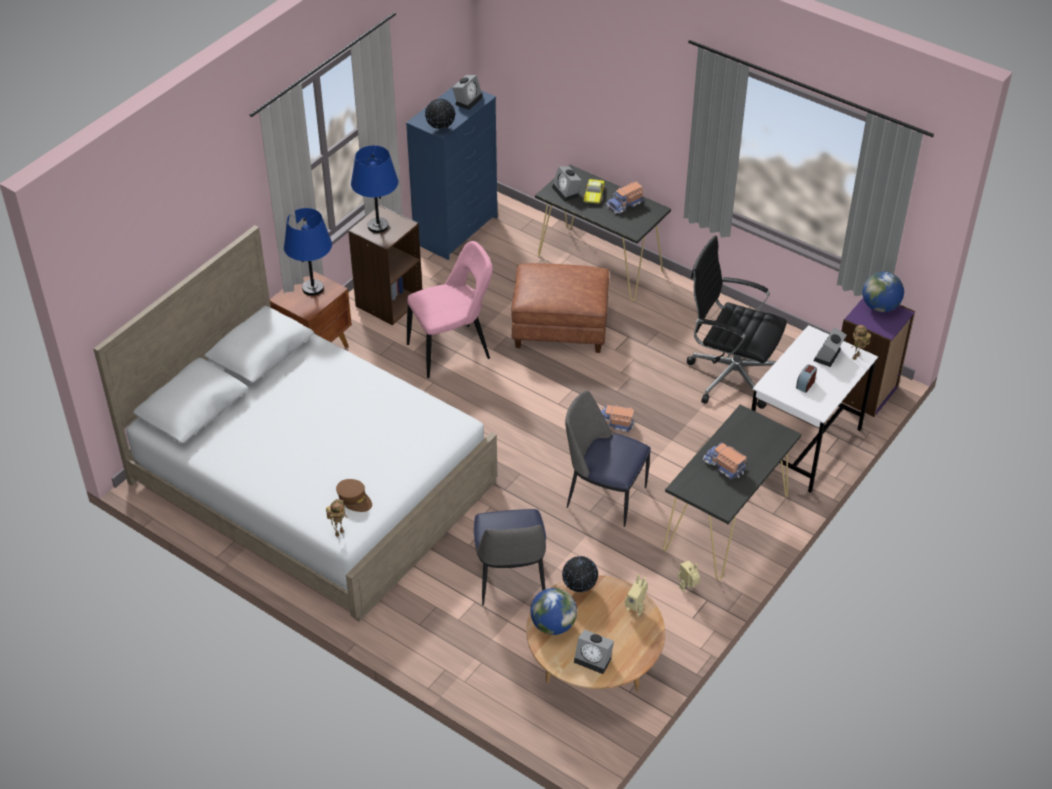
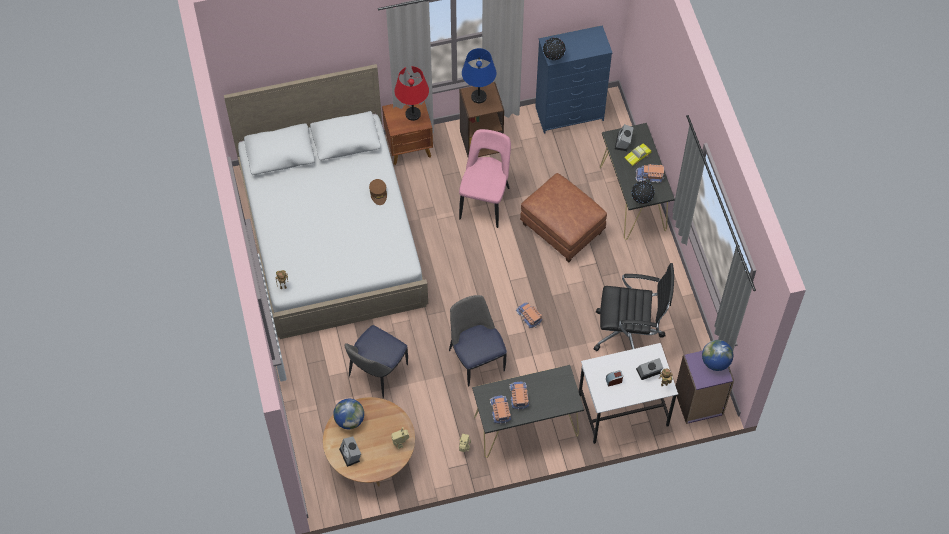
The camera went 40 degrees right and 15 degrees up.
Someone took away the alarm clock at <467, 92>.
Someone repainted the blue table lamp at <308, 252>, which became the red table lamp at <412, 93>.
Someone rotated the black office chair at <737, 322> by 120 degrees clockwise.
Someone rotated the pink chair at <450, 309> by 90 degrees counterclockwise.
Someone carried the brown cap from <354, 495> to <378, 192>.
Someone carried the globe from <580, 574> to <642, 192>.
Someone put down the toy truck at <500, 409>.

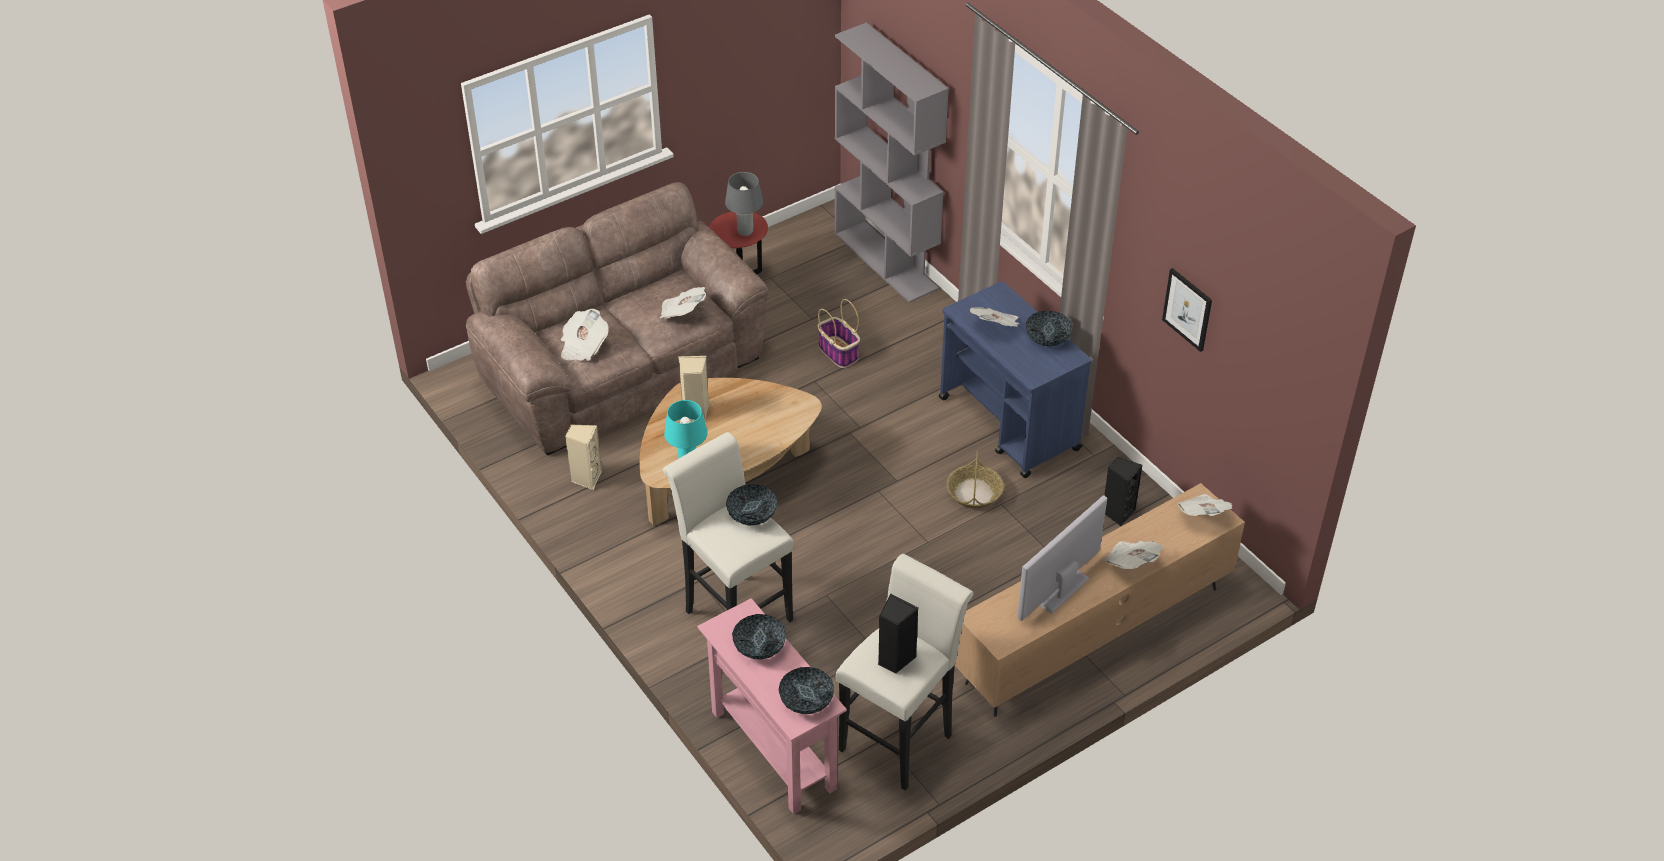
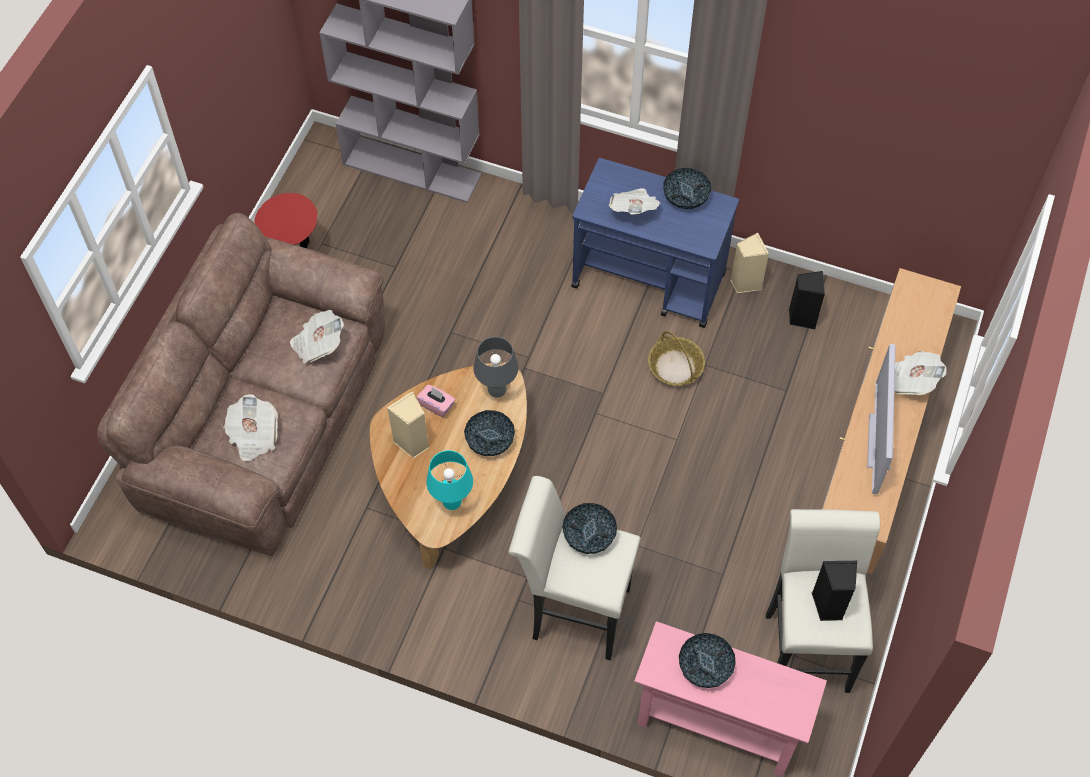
The camera went 35 degrees left and 15 degrees up.
Someone carried the grey table lamp from <744, 204> to <496, 367>.
Someone took away the picture at <1187, 310>.
Someone took away the basket at <838, 333>.
Someone carried the beige speaker from <583, 457> to <749, 263>.
Someone took away the newspaper at <1204, 505>.
Someone carried the bowl from <806, 690> to <489, 433>.
Someone put down the pink tissue box at <436, 401>.

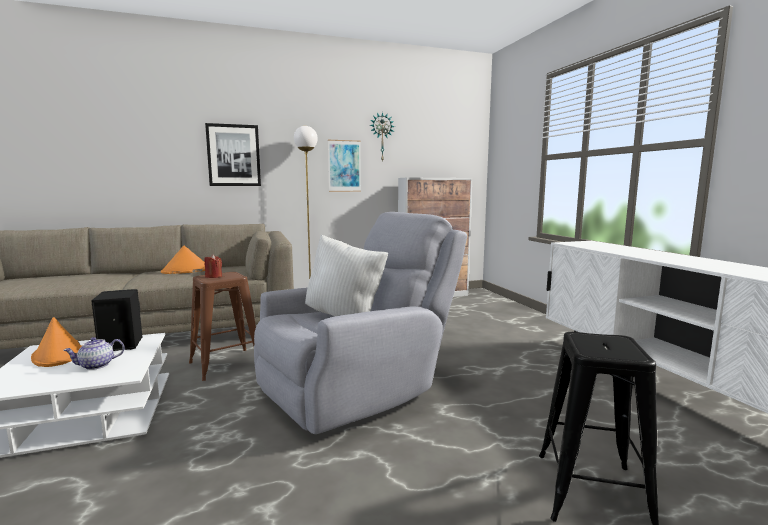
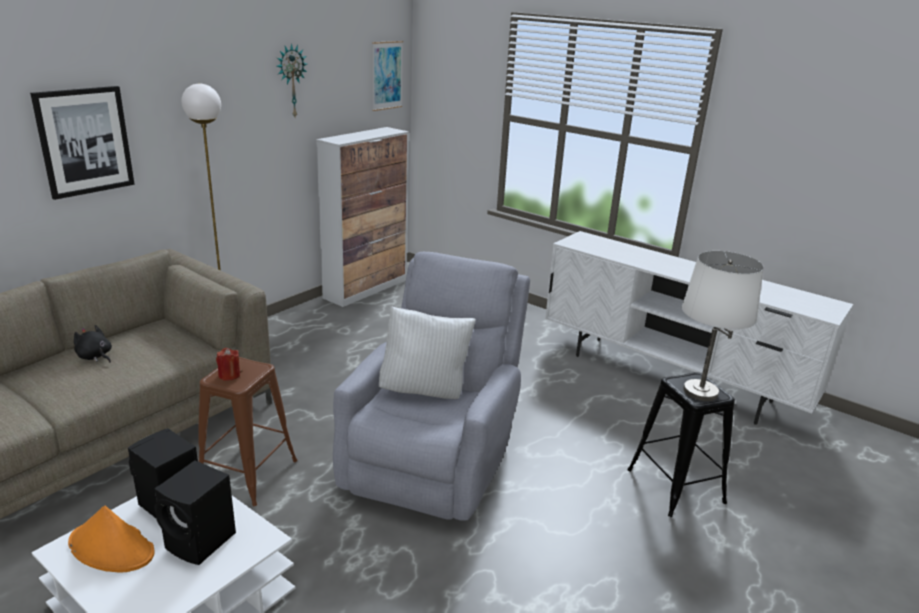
The camera went 35 degrees left and 15 degrees up.
Someone carried the picture from <344, 166> to <387, 76>.
Someone swapped the orange hat at <183, 259> for the black plush toy at <93, 344>.
Someone swapped the teapot at <94, 353> for the black speaker at <195, 512>.
Someone put down the white table lamp at <723, 326>.

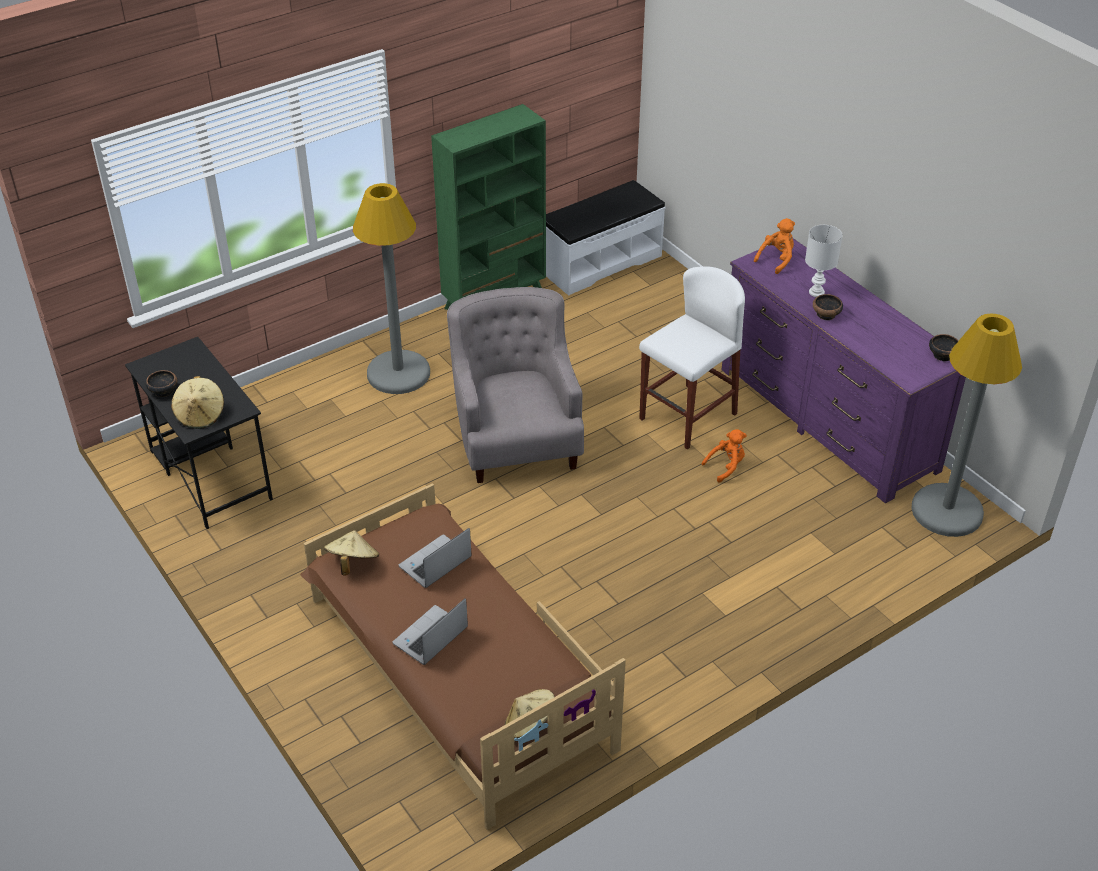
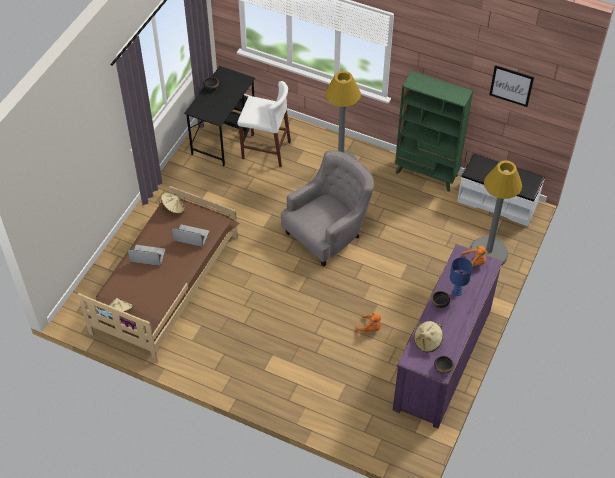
The camera went 60 degrees right and 10 degrees up.
Someone repainted the white table lamp at <824, 261>, which became the blue table lamp at <461, 277>.
Someone carried the white stool from <692, 357> to <264, 124>.
Someone carried the grey floor lamp from <966, 425> to <496, 212>.
Someone carried the beige hat from <197, 402> to <428, 337>.
Someone put up the picture at <511, 86>.

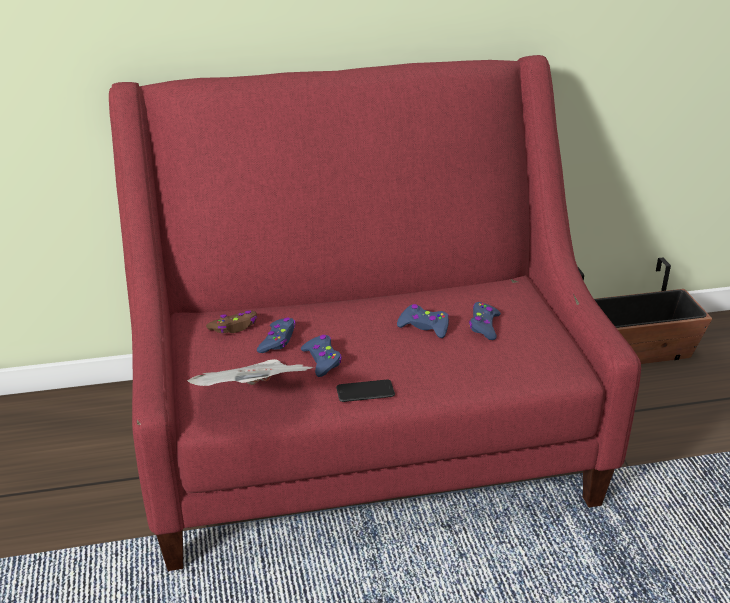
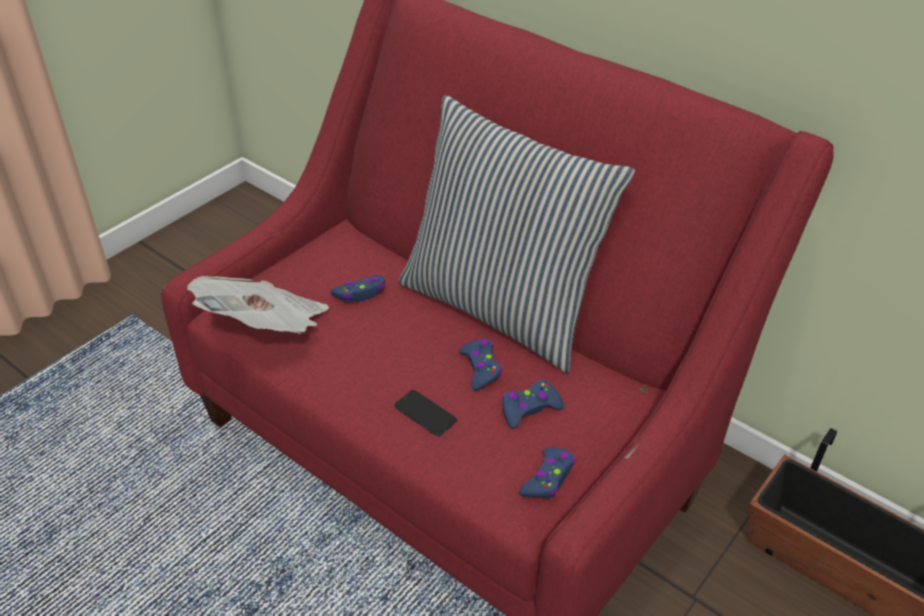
The camera went 50 degrees right and 10 degrees up.
Someone took away the brown game controller at <231, 321>.
Someone carried the blue game controller from <321, 356> to <547, 472>.
Someone carried the phone from <365, 390> to <425, 413>.
Someone put down the pillow at <517, 234>.

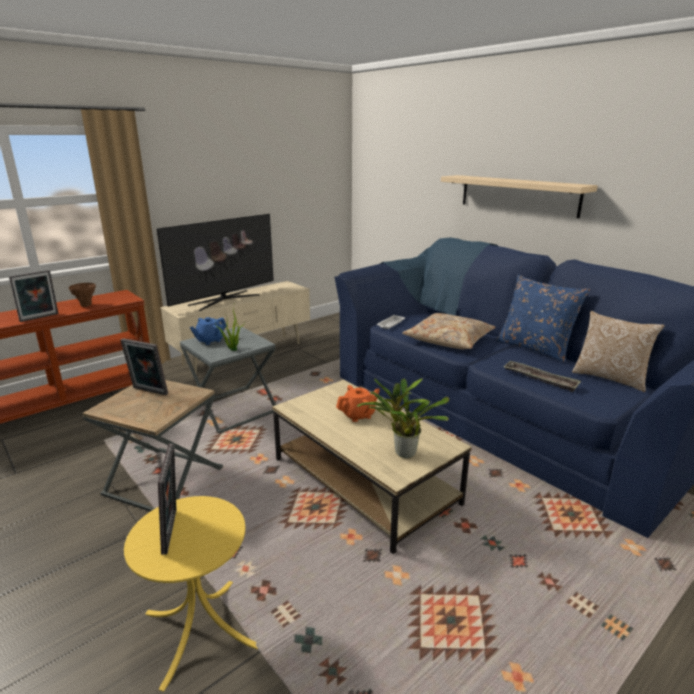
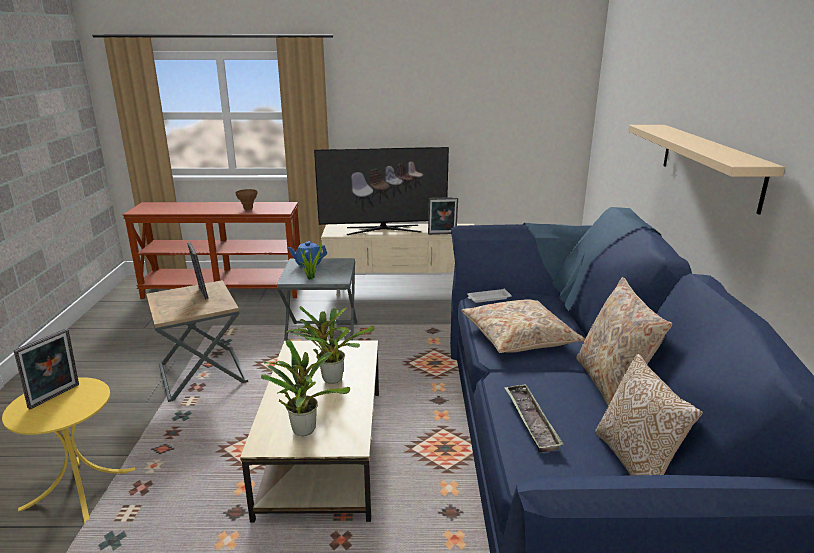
The camera went 40 degrees right and 0 degrees up.
Someone carried the picture frame from <33, 296> to <443, 216>.
Someone repainted the blue pillow at <543, 318>, which became the beige pillow at <624, 341>.
Someone swapped the orange teapot at <358, 403> for the potted plant at <330, 345>.

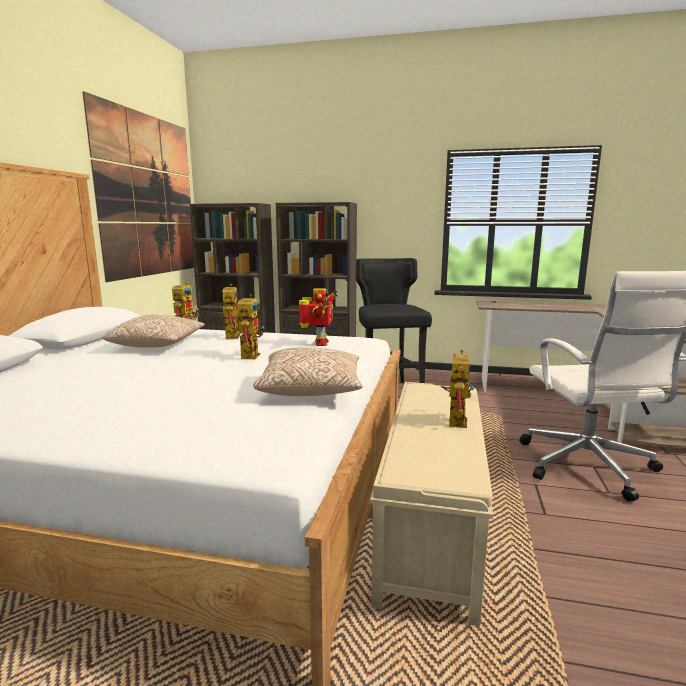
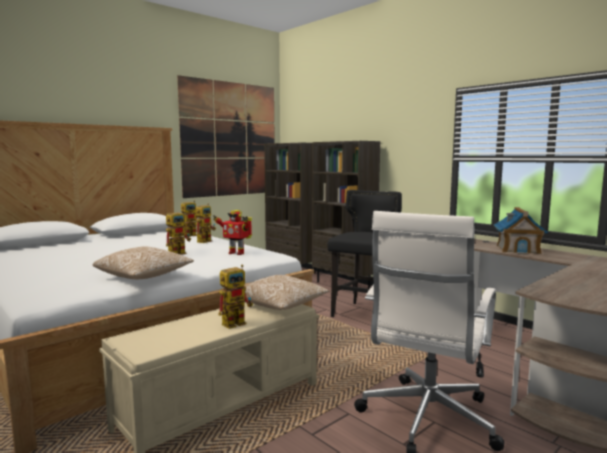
The camera went 35 degrees right and 5 degrees down.
Someone rotated the toy robot at <318, 317> by 75 degrees clockwise.
Someone carried the pillow from <153, 331> to <287, 292>.
Someone put down the toy house at <521, 231>.

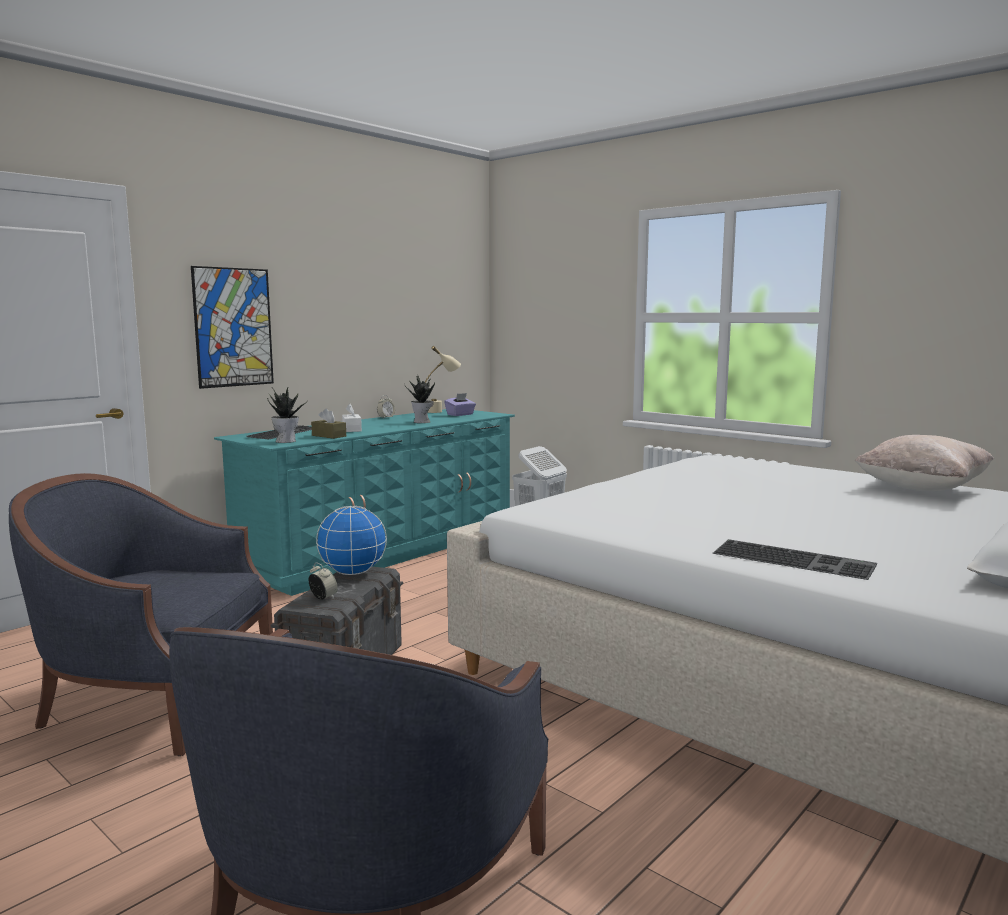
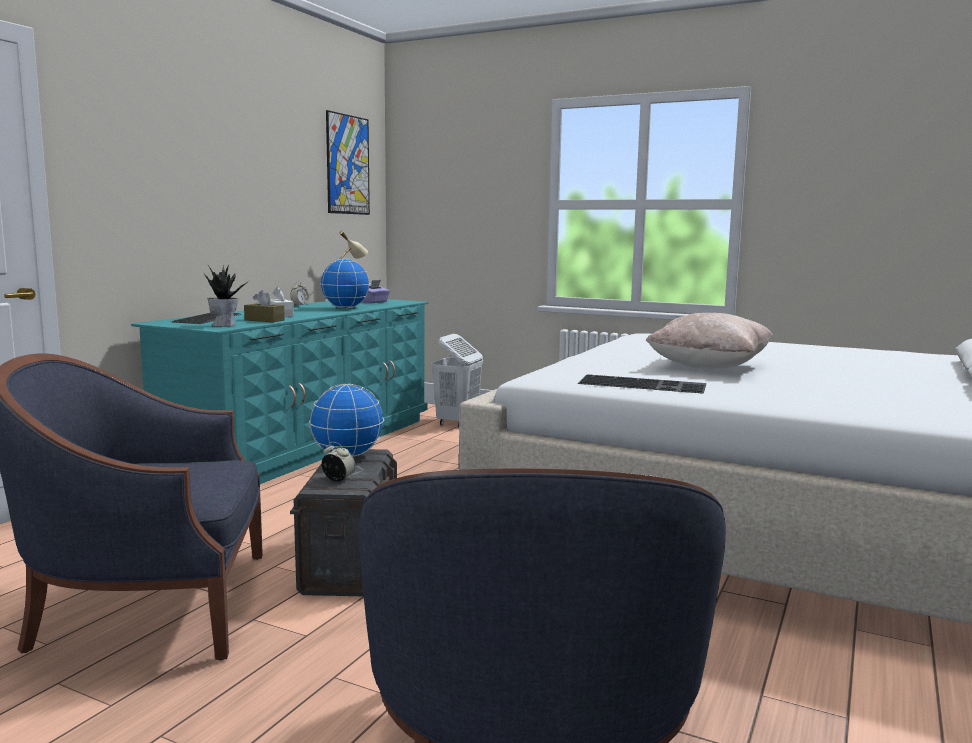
The camera went 15 degrees left and 0 degrees up.
Someone carried the picture from <232, 327> to <348, 162>.
Someone swapped the potted plant at <420, 399> for the globe at <345, 284>.
Someone carried the beige pillow from <924, 463> to <709, 341>.
Someone carried the keyboard from <795, 559> to <642, 384>.

